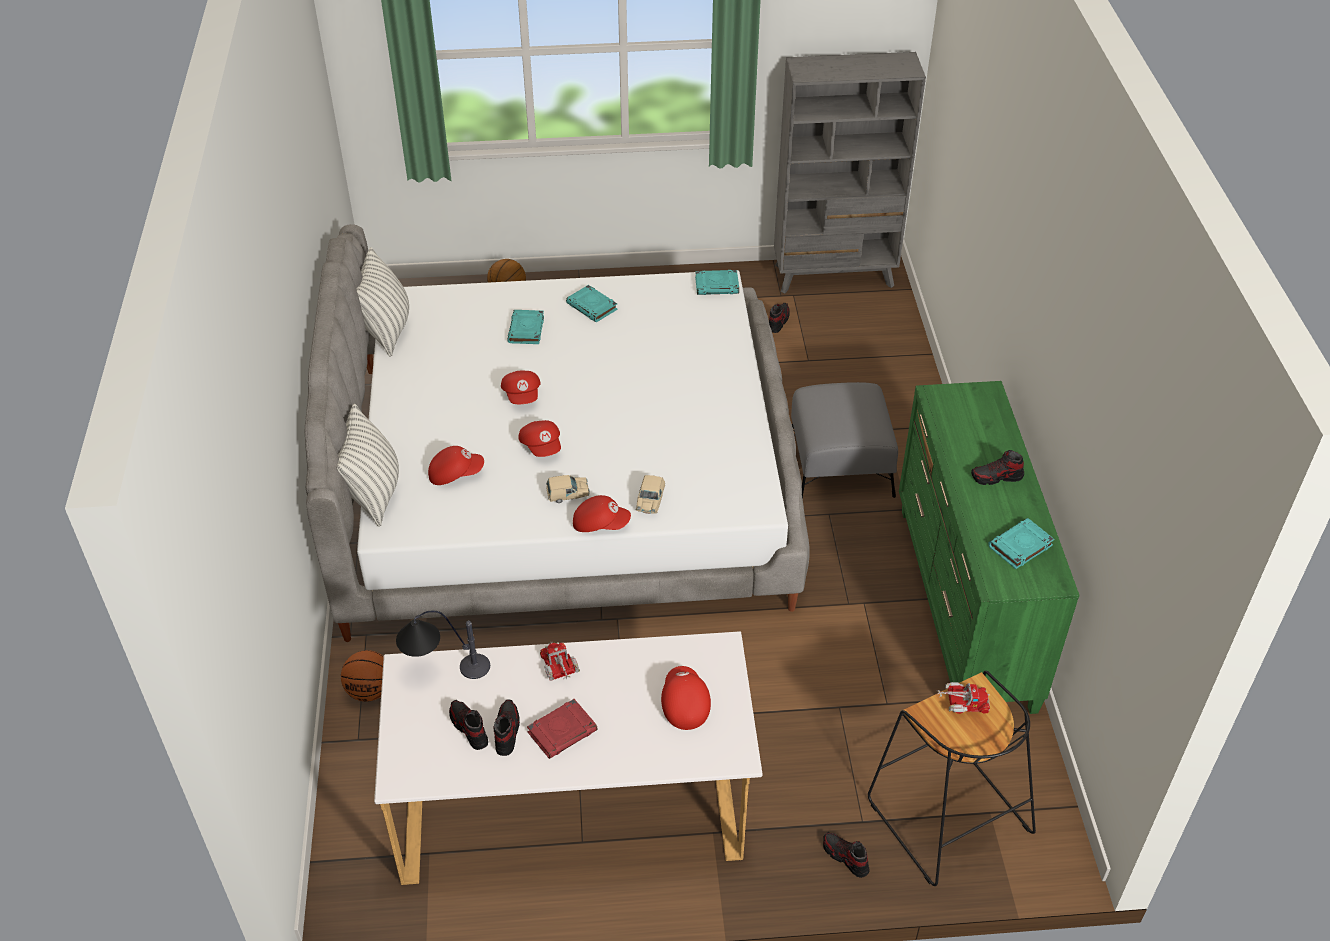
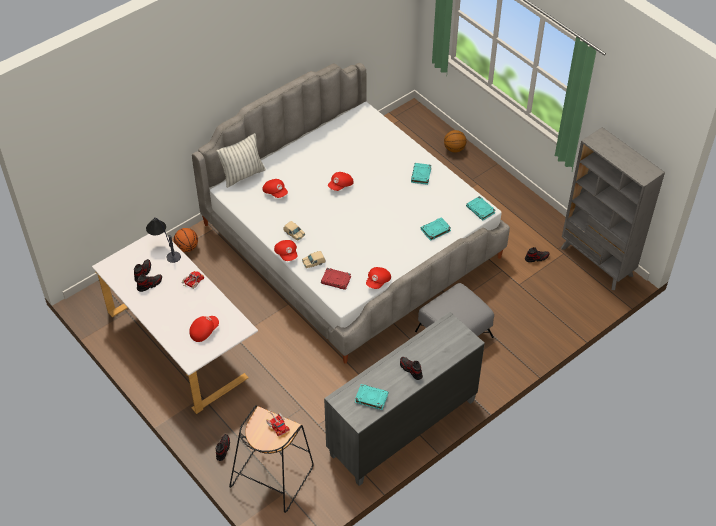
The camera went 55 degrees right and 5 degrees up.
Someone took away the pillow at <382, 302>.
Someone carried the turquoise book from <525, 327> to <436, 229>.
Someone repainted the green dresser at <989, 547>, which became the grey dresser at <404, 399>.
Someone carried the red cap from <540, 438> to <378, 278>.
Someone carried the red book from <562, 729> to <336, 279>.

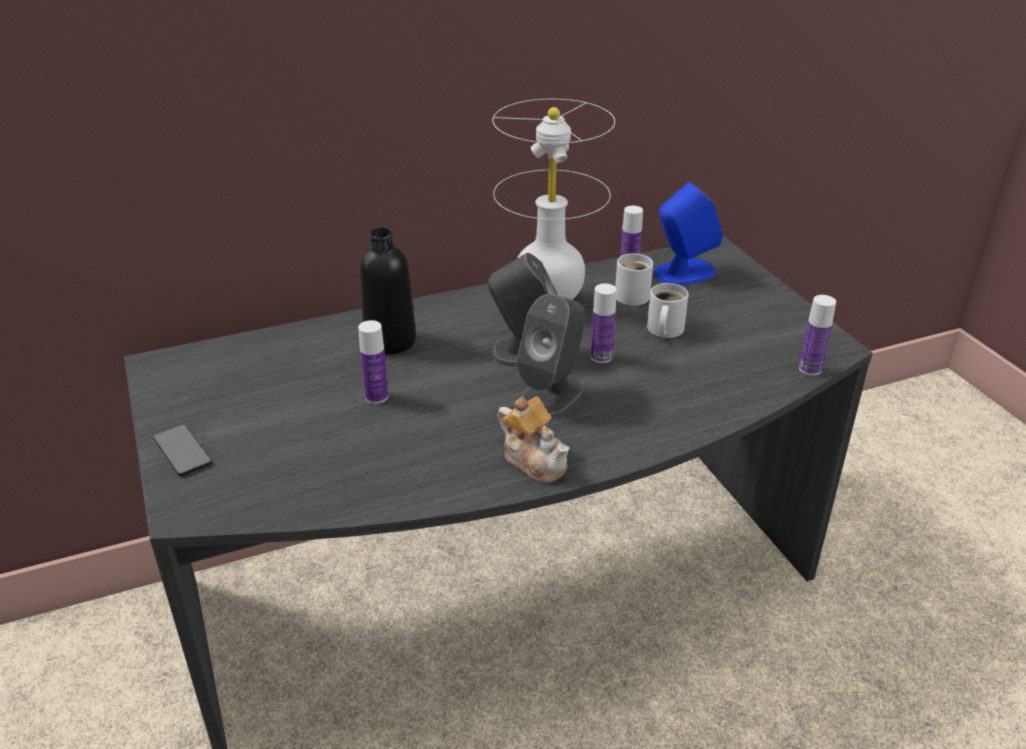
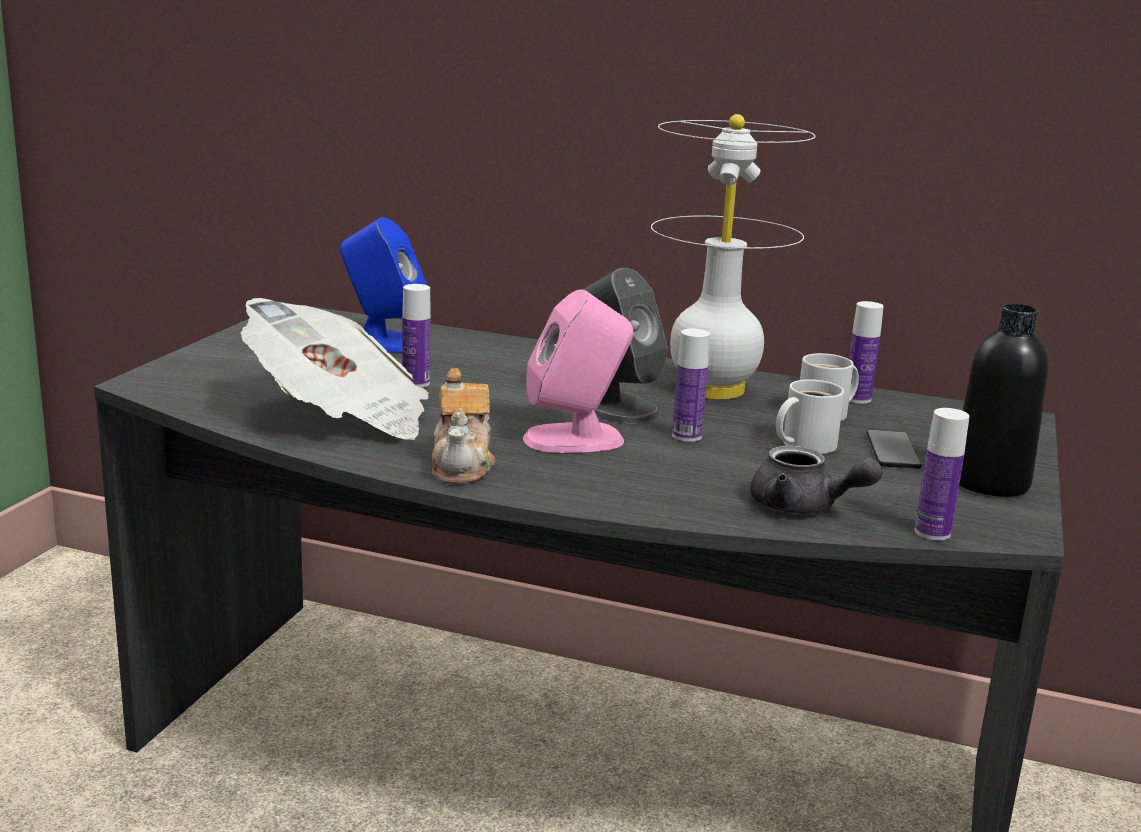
The camera went 40 degrees right and 15 degrees down.
Someone carried the blue speaker from <688, 234> to <383, 285>.
Someone carried the black bottle from <387, 291> to <1004, 400>.
Someone repainted the grey speaker at <551, 356>, which became the pink speaker at <578, 371>.
Someone carried the phone from <182, 450> to <894, 449>.
Someone put down the newspaper at <334, 369>.
Someone put down the grey teapot at <816, 479>.

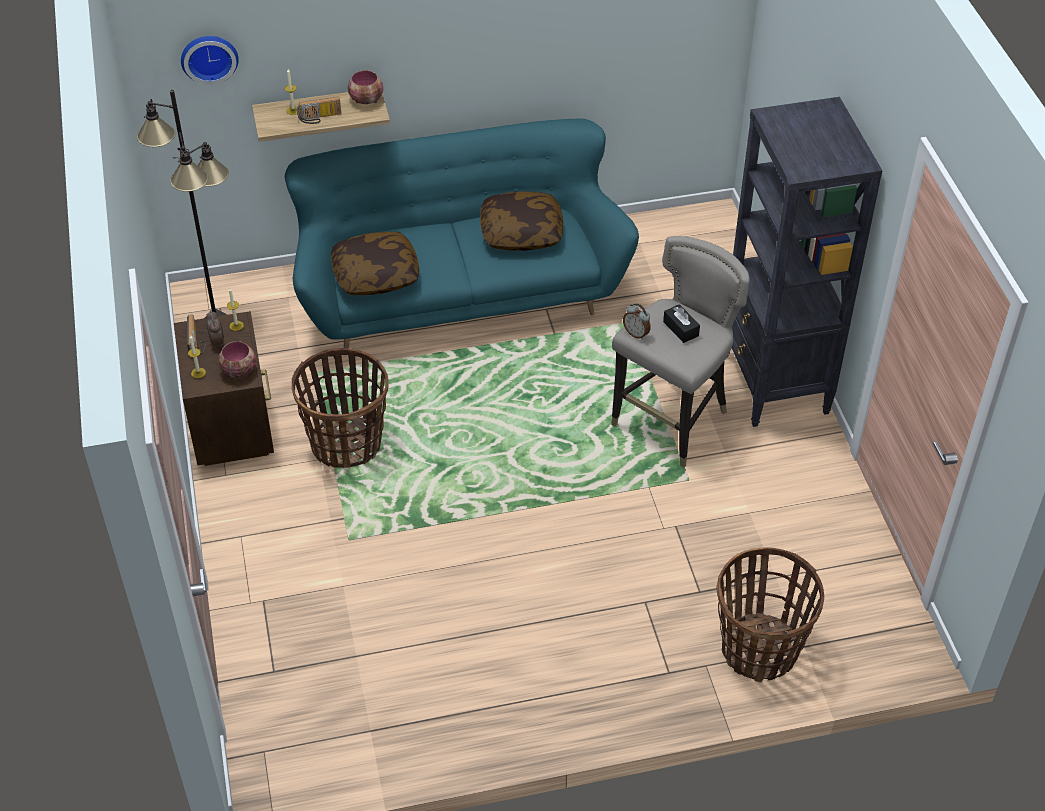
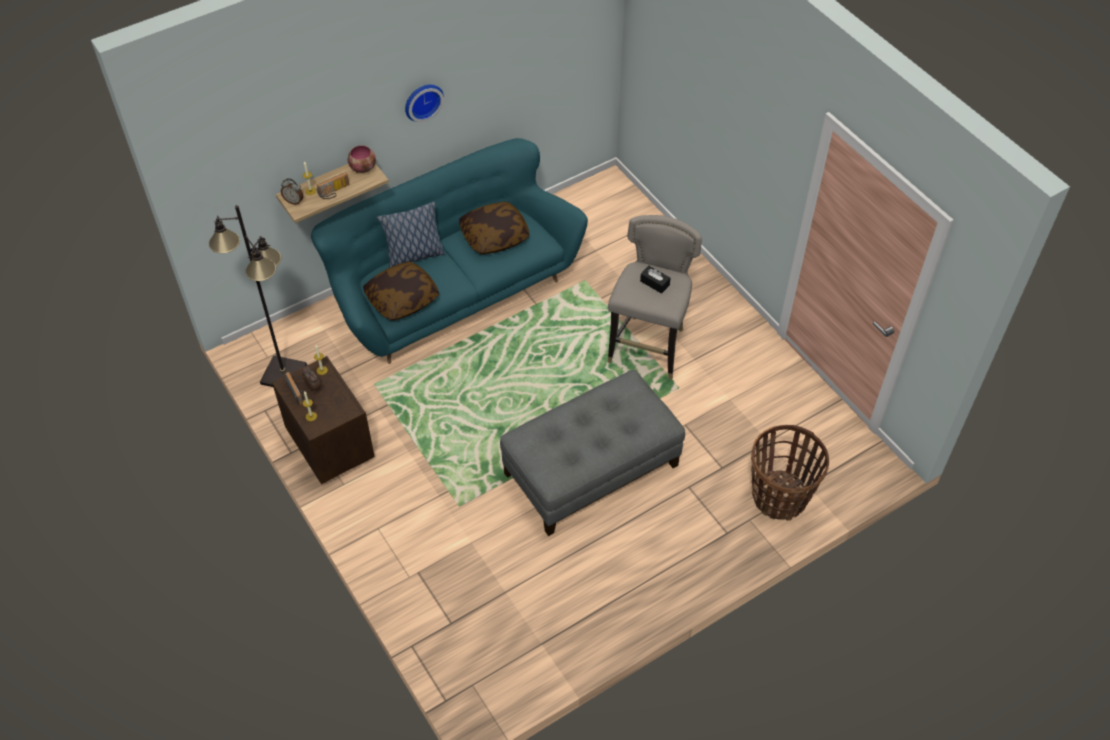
The camera went 20 degrees left and 5 degrees up.
Someone carried the wall clock from <210, 60> to <424, 103>.
Someone took away the black bookcase at <804, 262>.
Someone carried the alarm clock from <637, 321> to <292, 191>.
Someone took away the bowl at <237, 359>.
Someone took away the basket at <340, 408>.
Someone put down the pillow at <410, 234>.
Someone put down the grey ottoman at <592, 453>.

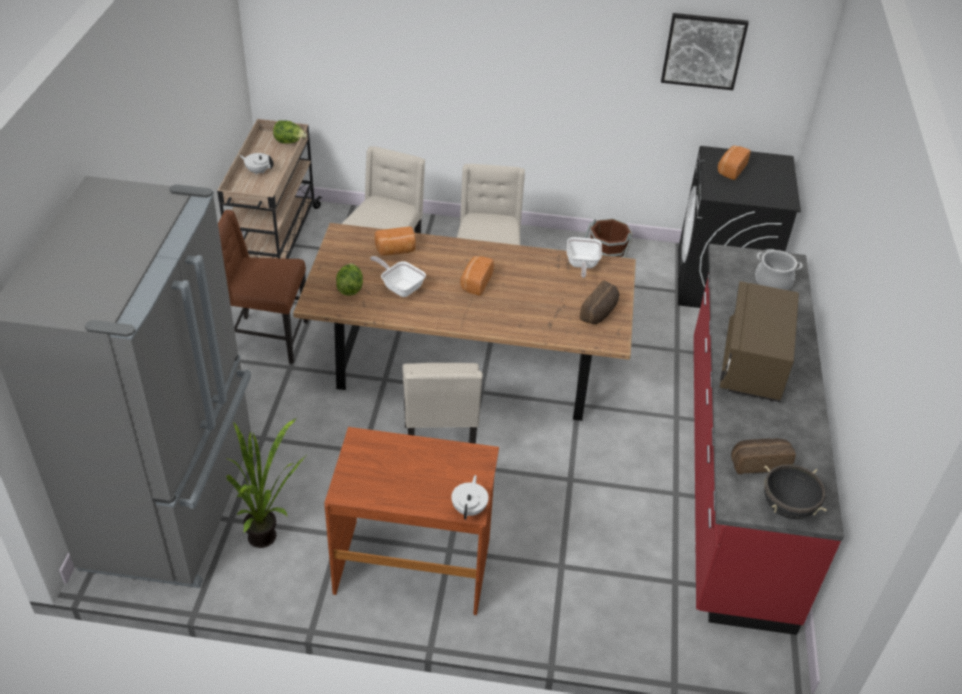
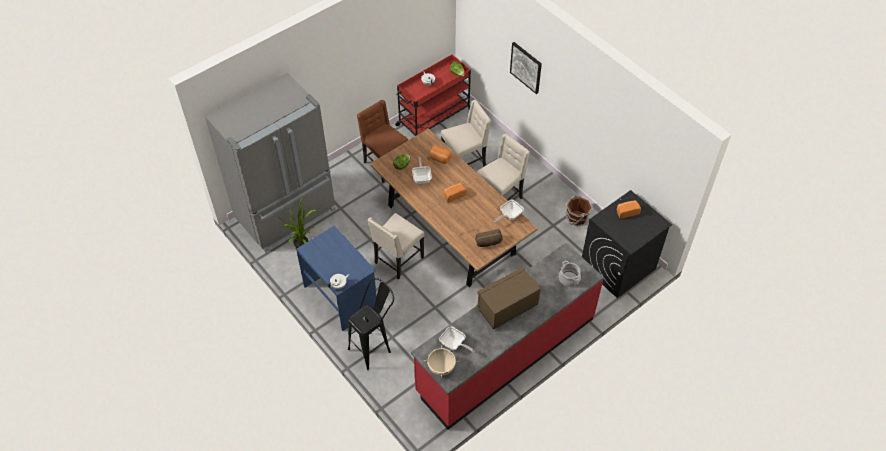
The camera went 45 degrees right and 10 degrees up.
Someone carried the picture from <705, 51> to <526, 68>.
Someone repainted the beige cart at <269, 189>, which became the red cart at <433, 95>.
Someone repainted the brown desk at <411, 521>, which became the blue desk at <336, 278>.
Someone swapped the bread at <763, 456> for the frying pan at <457, 339>.
Someone repainted the black cooking pot at <795, 491>, which became the beige cooking pot at <441, 361>.
Someone put down the black stool at <371, 324>.

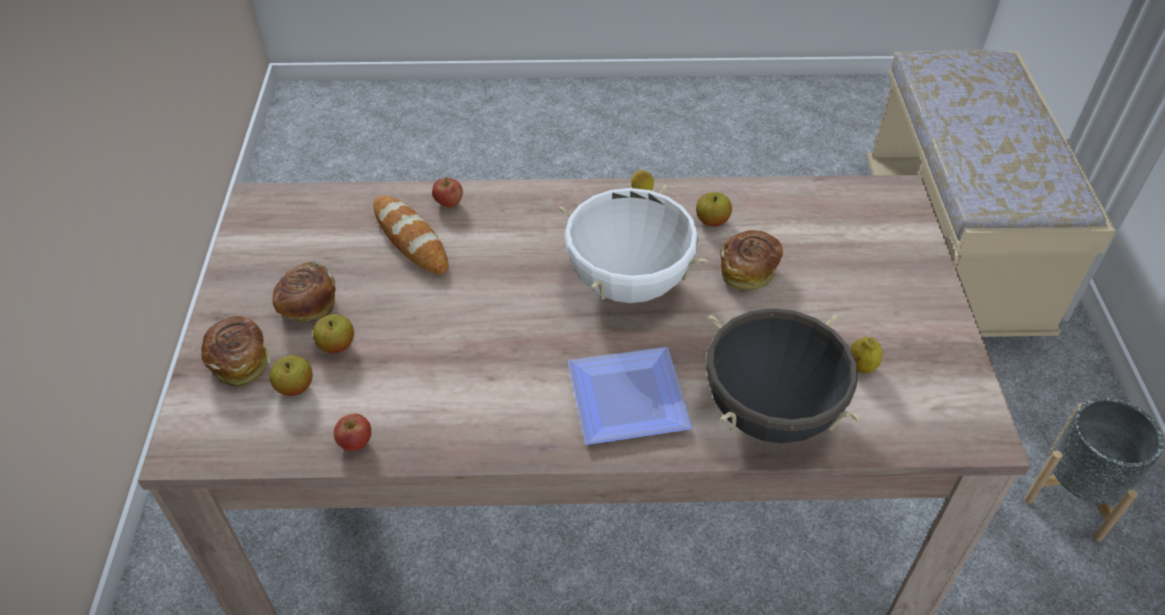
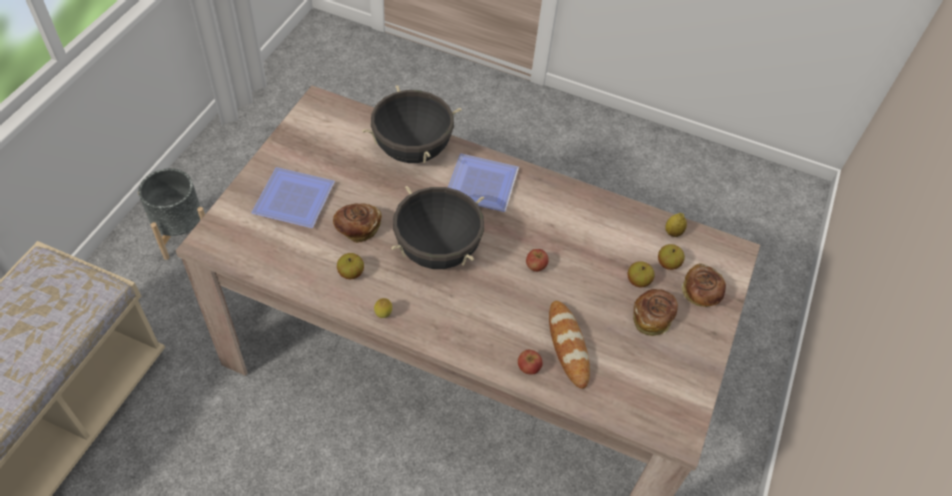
The camera went 160 degrees left and 5 degrees up.
Someone repainted the white cooking pot at <633, 244>, which became the black cooking pot at <438, 227>.
Someone carried the lemon from <866, 355> to <676, 225>.
Someone carried the apple from <352, 433> to <537, 260>.
Someone put down the plate at <293, 197>.

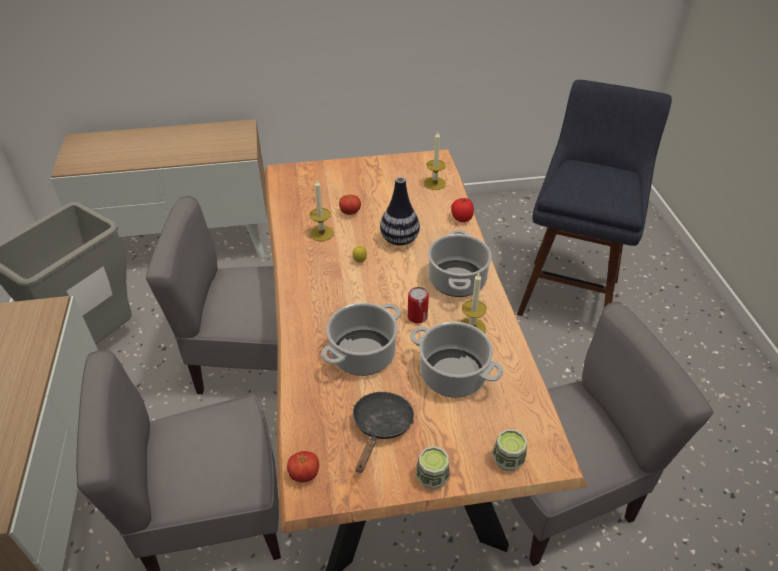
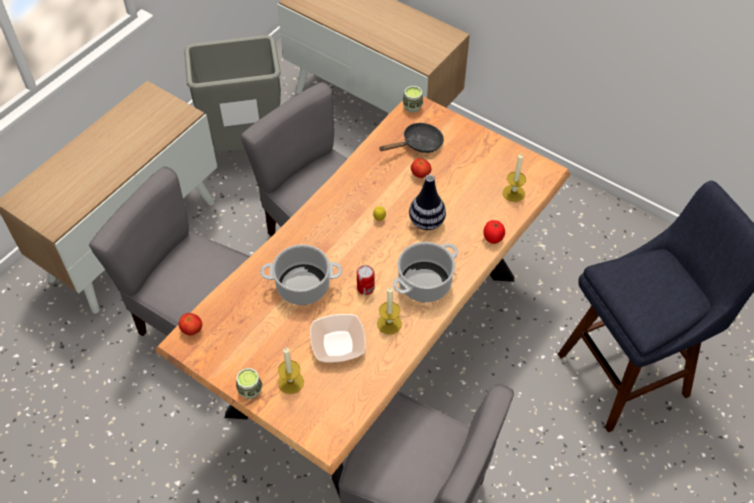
The camera went 45 degrees right and 10 degrees up.
Someone carried the candle from <322, 210> to <291, 370>.
Someone swapped the cooking pot at <457, 360> for the bowl at <338, 338>.
Someone carried the black frying pan from <383, 432> to <411, 138>.
Someone carried the cup from <509, 450> to <413, 99>.

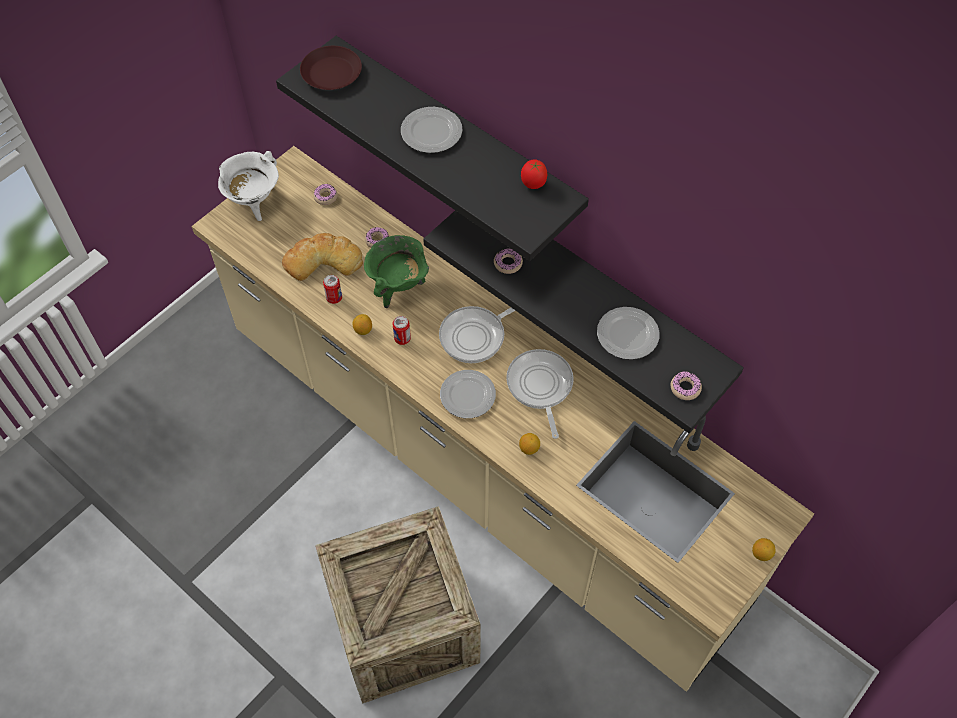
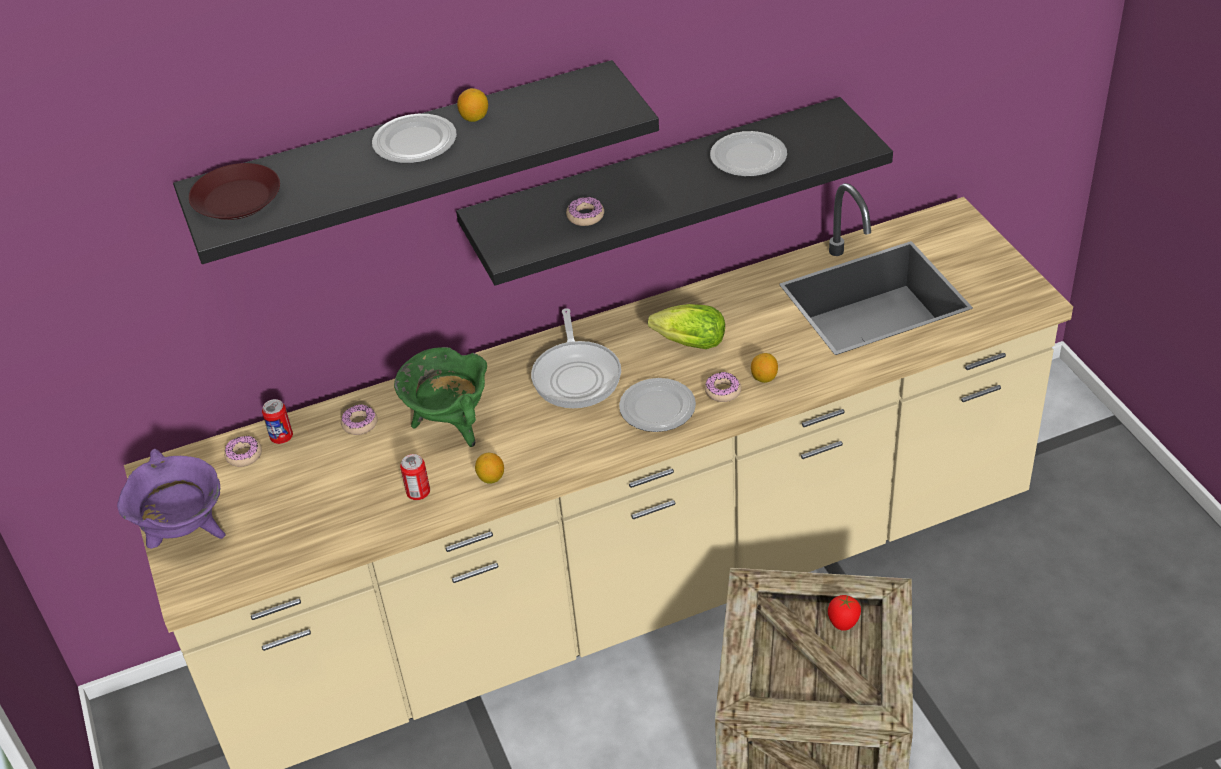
The camera went 60 degrees left and 15 degrees down.
Someone repainted the white cooking pot at <248, 186>, which became the purple cooking pot at <171, 499>.
Someone carried the tomato from <534, 174> to <844, 613>.
Someone took away the bread at <322, 257>.
Someone carried the can from <401, 330> to <277, 421>.
Someone swapped the frying pan at <540, 394> for the lettuce at <686, 326>.
Someone carried the donut from <686, 385> to <723, 387>.
Someone carried the lemon from <764, 549> to <472, 105>.

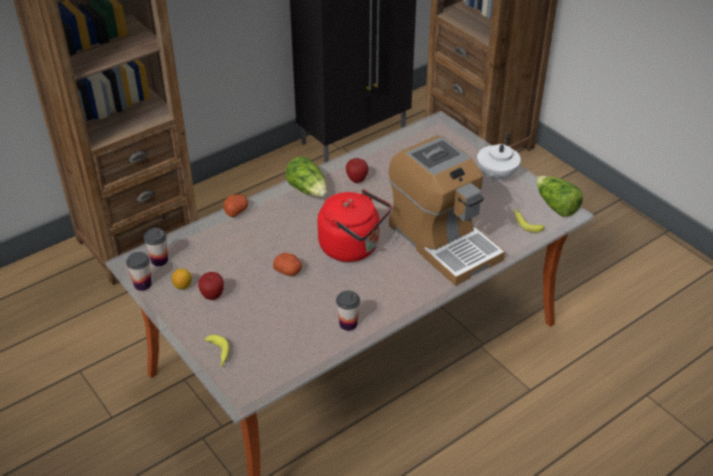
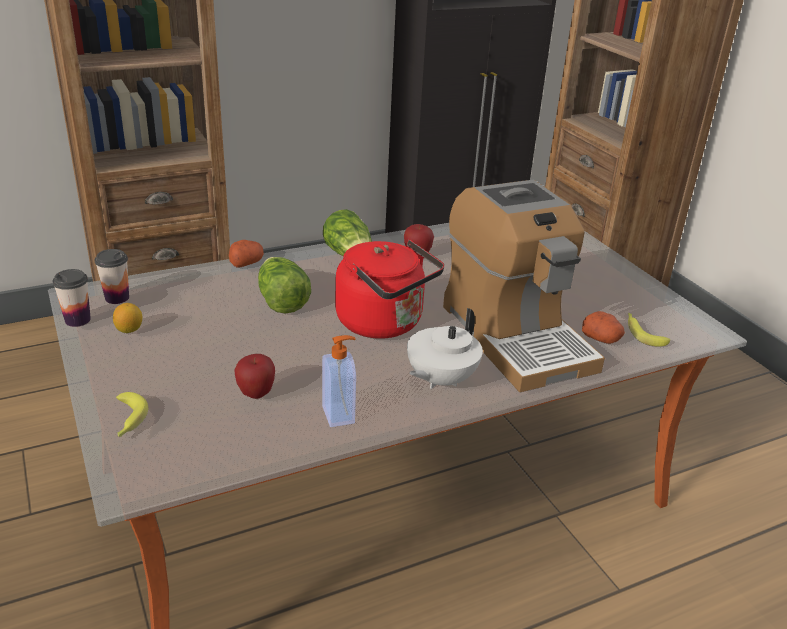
The camera went 10 degrees right and 10 degrees down.
Someone carried the white teapot from <499, 157> to <445, 348>.
Someone carried the lettuce from <559, 196> to <284, 285>.
Someone carried the potato from <287, 264> to <603, 327>.
Someone carried the apple from <211, 286> to <255, 376>.
Someone swapped the cup at <348, 310> for the soap dispenser at <339, 381>.

